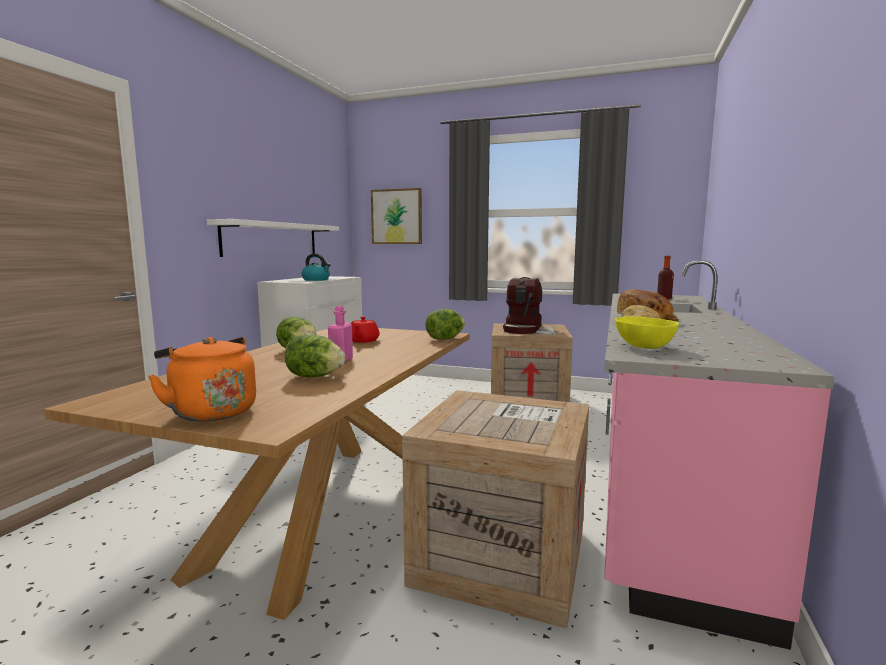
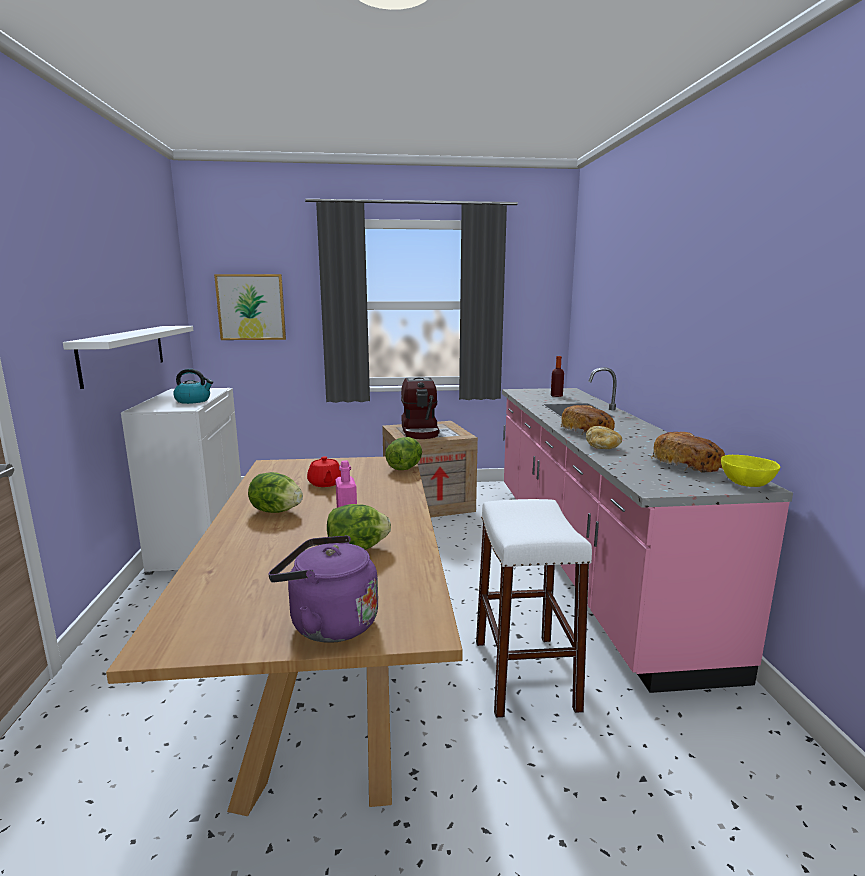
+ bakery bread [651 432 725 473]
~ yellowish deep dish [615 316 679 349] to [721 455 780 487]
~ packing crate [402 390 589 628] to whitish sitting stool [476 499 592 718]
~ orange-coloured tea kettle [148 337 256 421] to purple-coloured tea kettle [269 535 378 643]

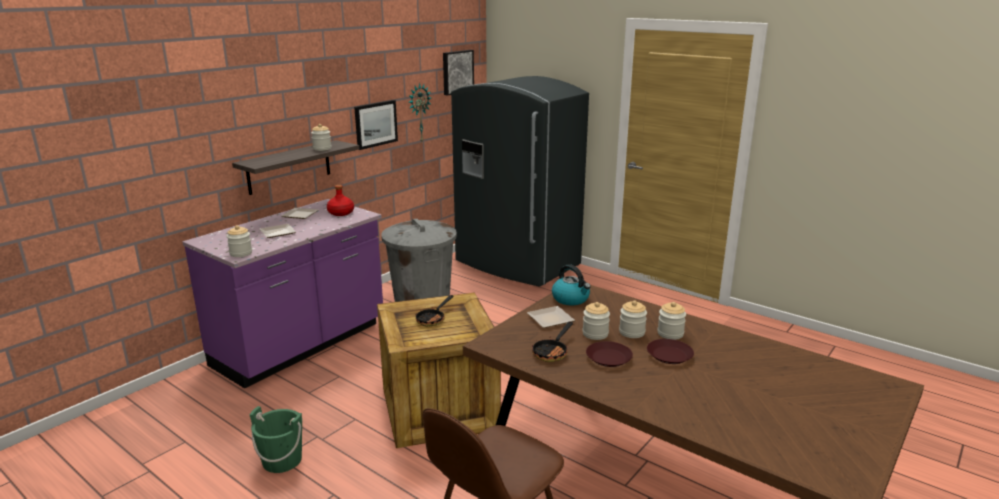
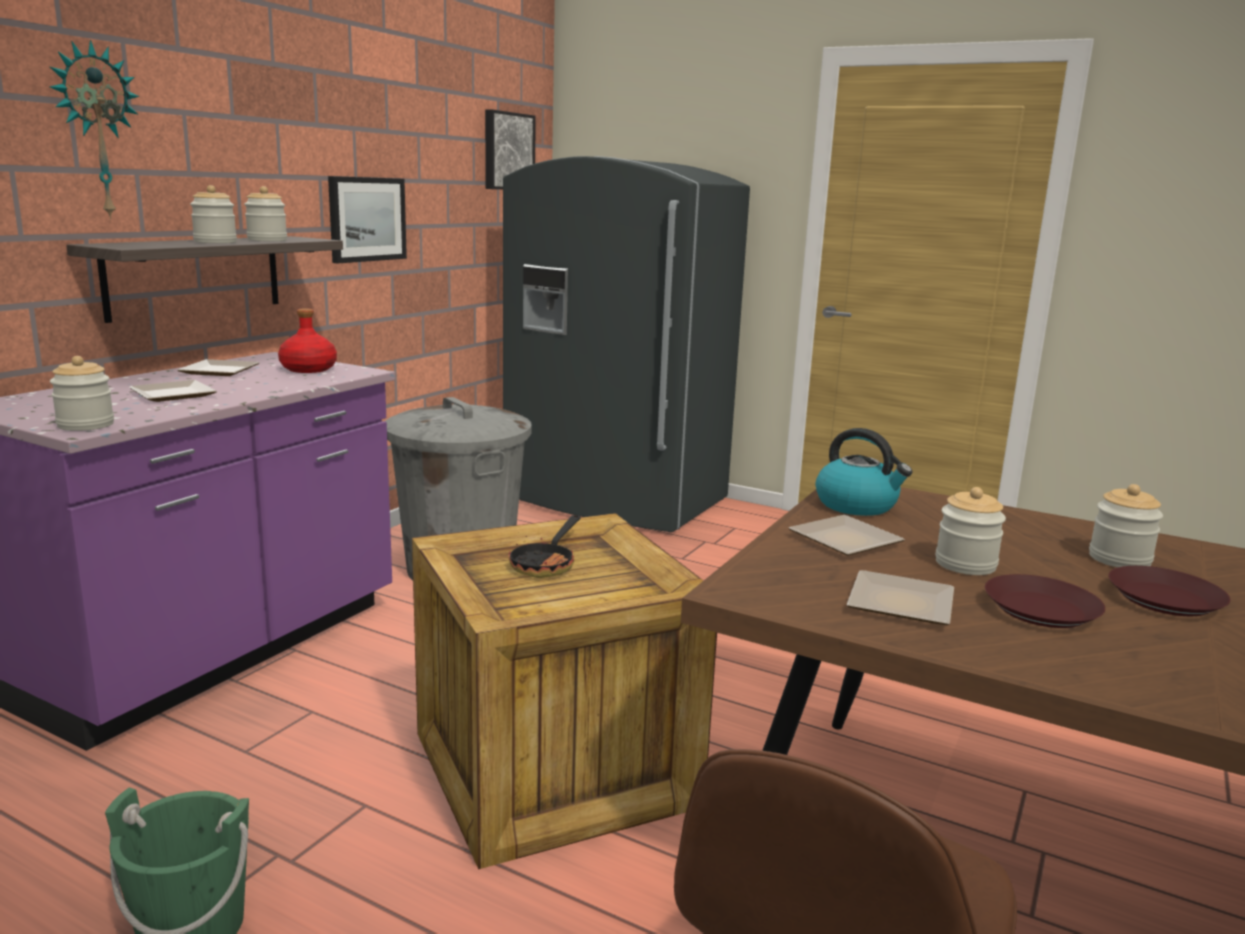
~ wall clock [409 83 431 142] to [49 40 139 219]
~ jar [619 300 647 338] to [190 185 237 243]
~ skillet [532 322 573 362] to dinner plate [846 570 954 625]

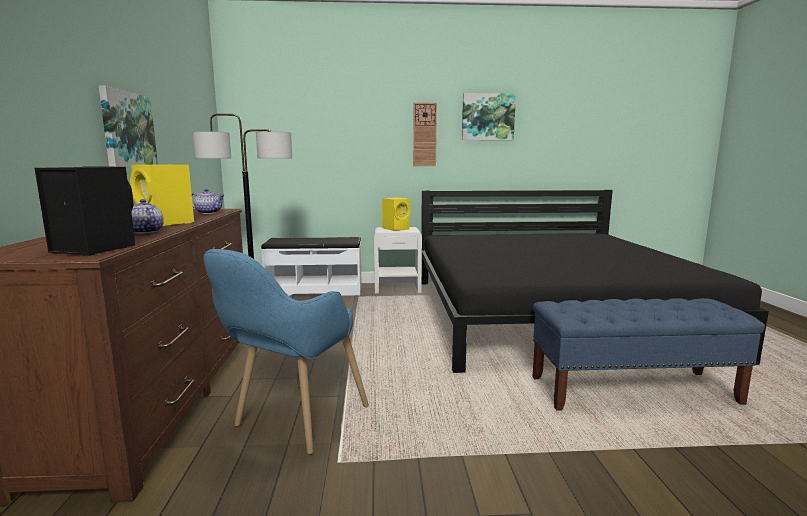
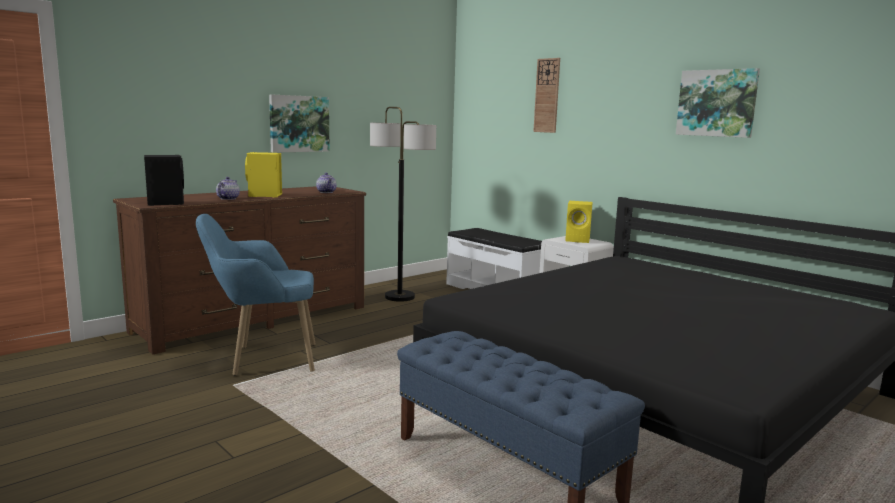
~ wall clock [413 103 437 166] to [533 58 560 133]

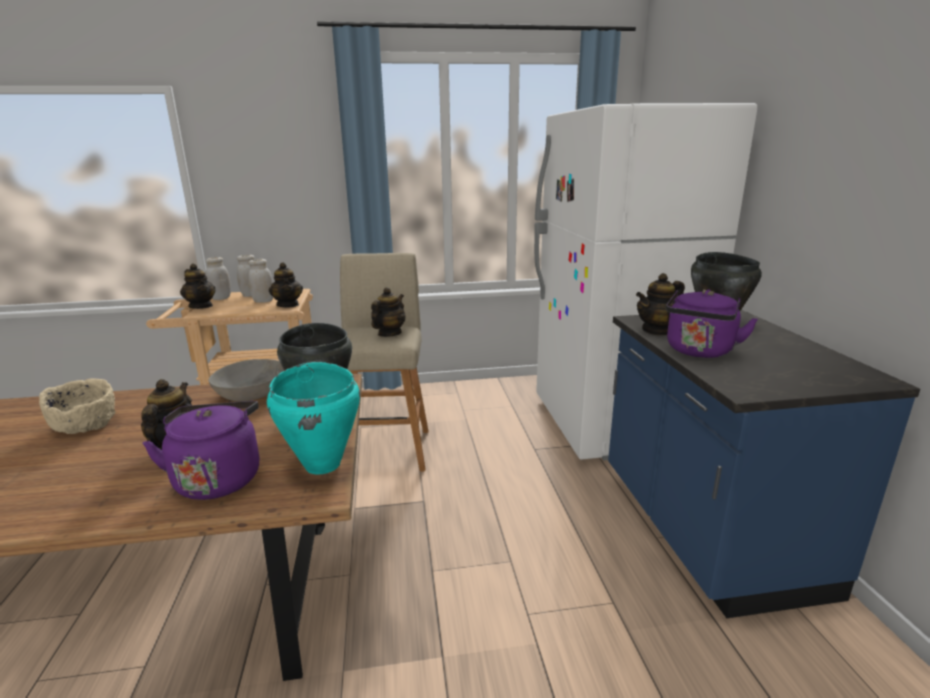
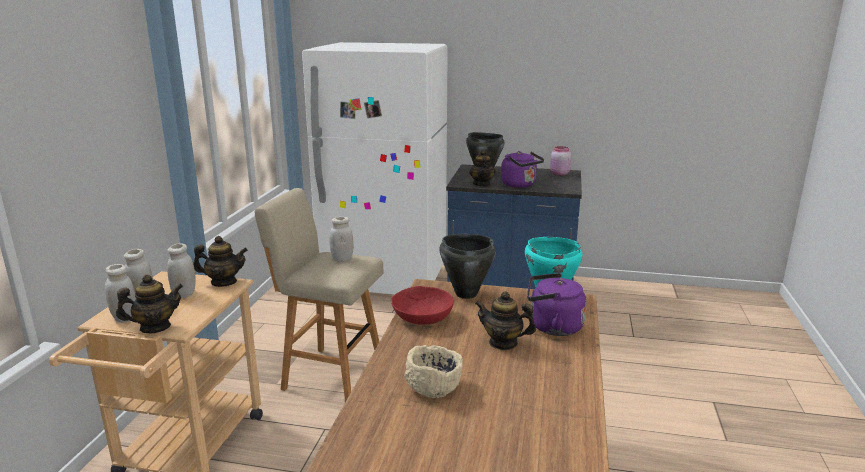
+ pinkish jar [550 146 571 175]
~ tea pot [371 287 405 337] to whitish jar [329 217 354 262]
~ grey deep dish [209 359 284 401] to red deep dish [391 286 454 325]

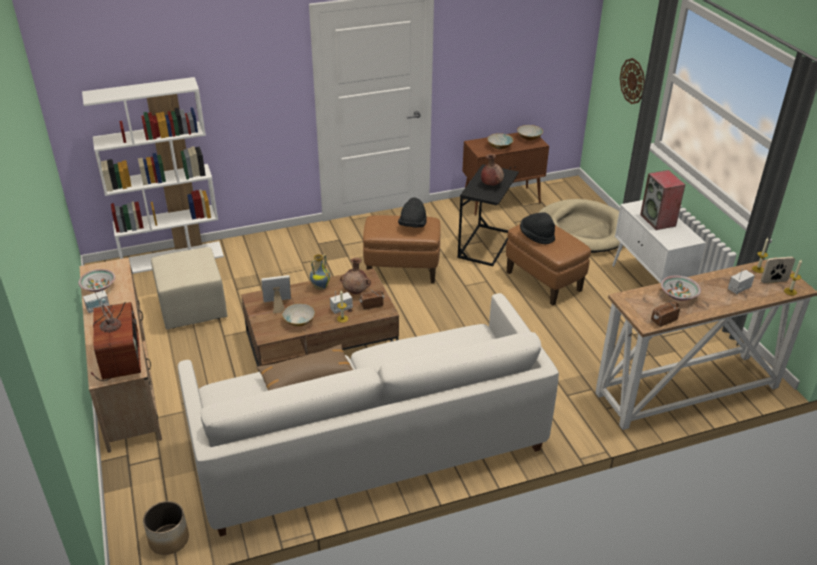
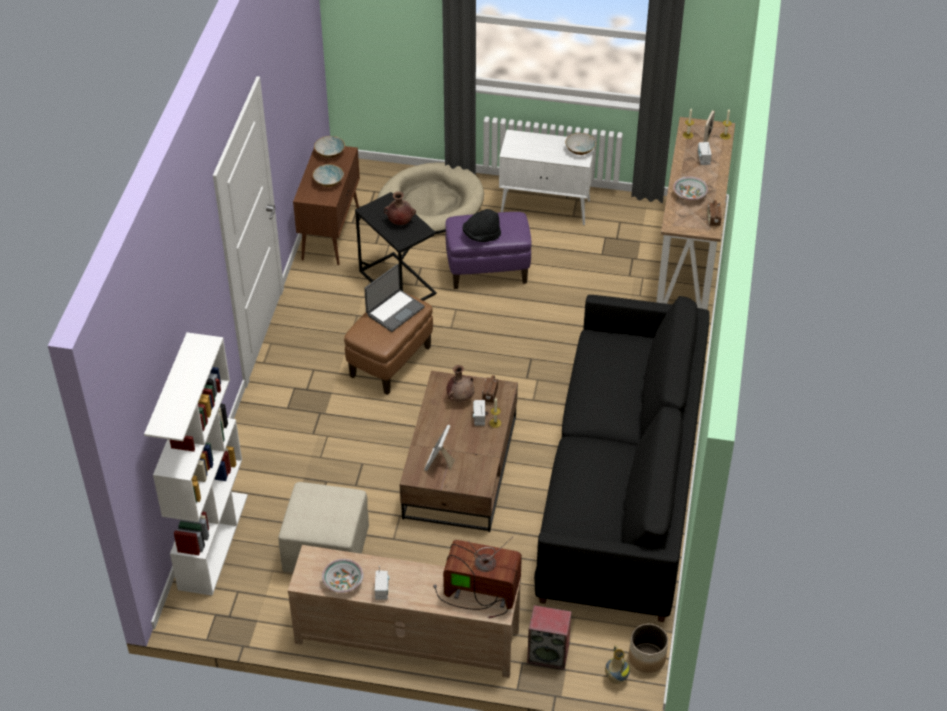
- brownish cushion [256 344 353 391]
- wall clock [620 58 645 104]
~ deep dish [282 303 315 327] to [565 133 596 155]
~ vase [309 254 330 290] to [605 645 630 684]
~ loudspeaker [640 170 685 230] to [527 605 572 670]
~ black-coloured wearable hat [398 198 427 228] to notebook computer [364 264 425 332]
~ whitish couch [178 293 559 536] to black-coloured couch [534 295 710 622]
~ brownish ottoman [506 224 591 305] to purple-coloured ottoman [445 212 532 289]

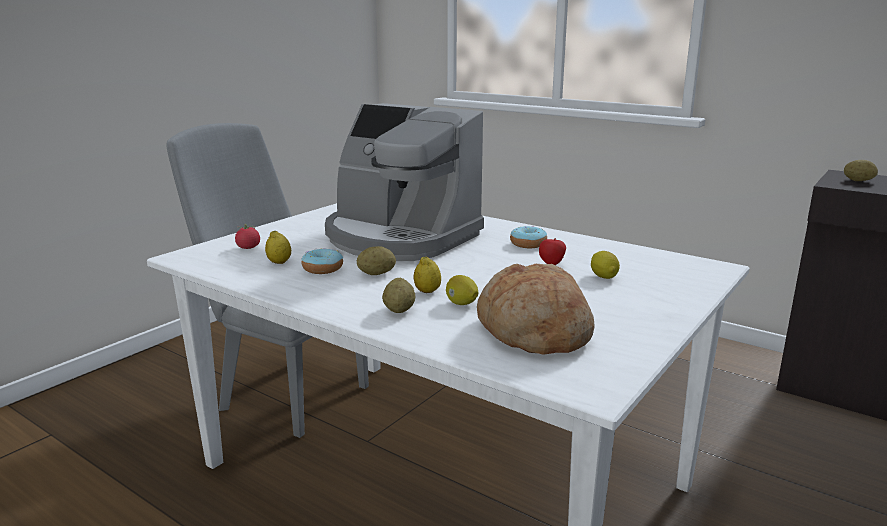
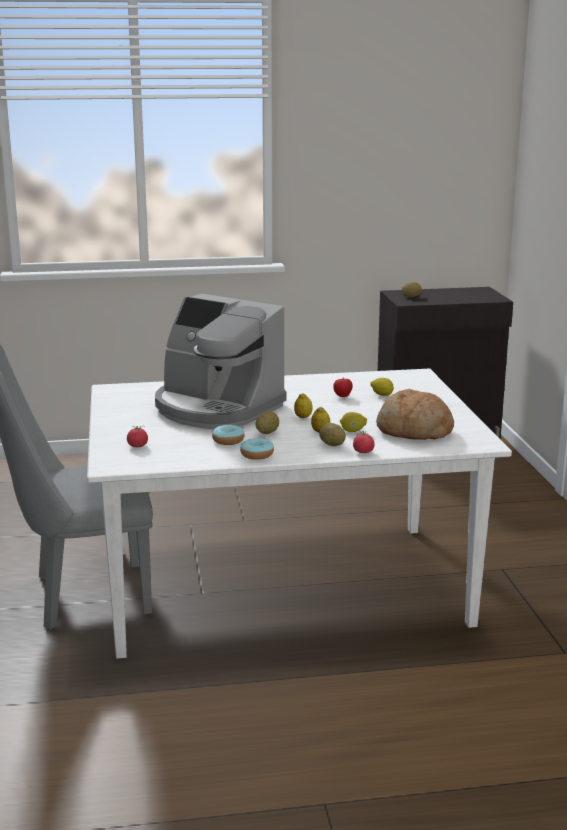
+ fresh tomato [353 430 375 453]
~ citrus fruit [265 231 291 264] to [294 393 313 418]
~ doughnut [510 226 547 248] to [240 438 274 460]
~ coffee maker [325 103 484 261] = [155 294 286 429] 45 degrees clockwise

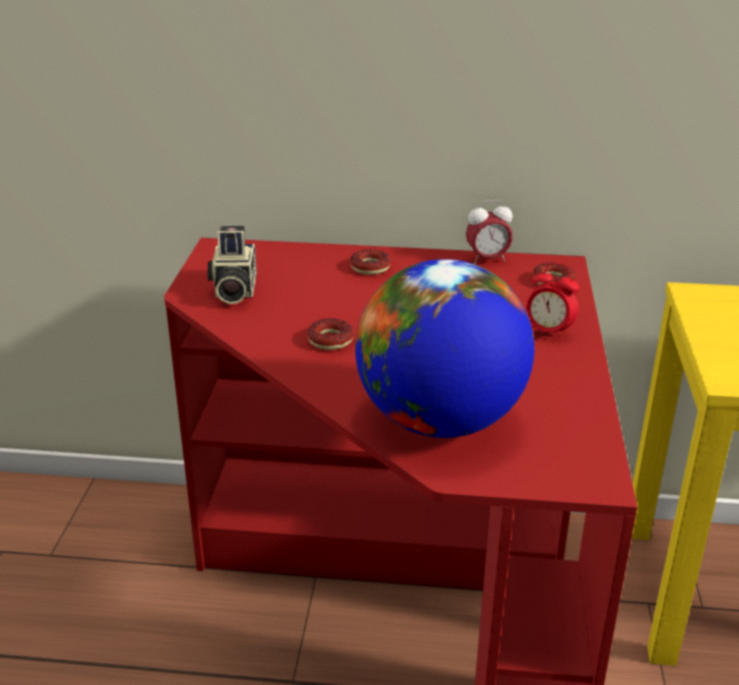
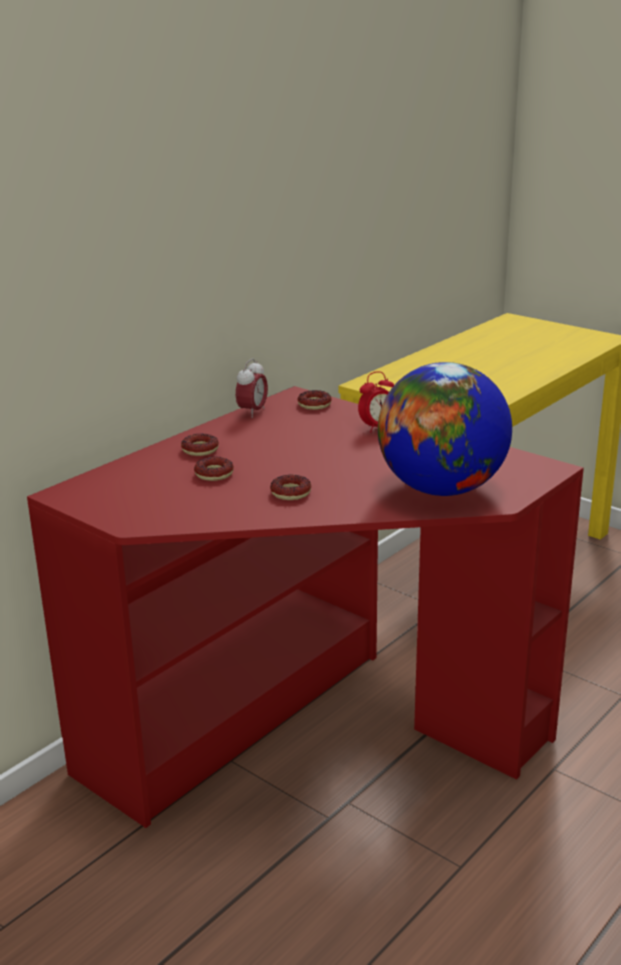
- still camera [207 226 256 304]
+ doughnut [194 457 234 481]

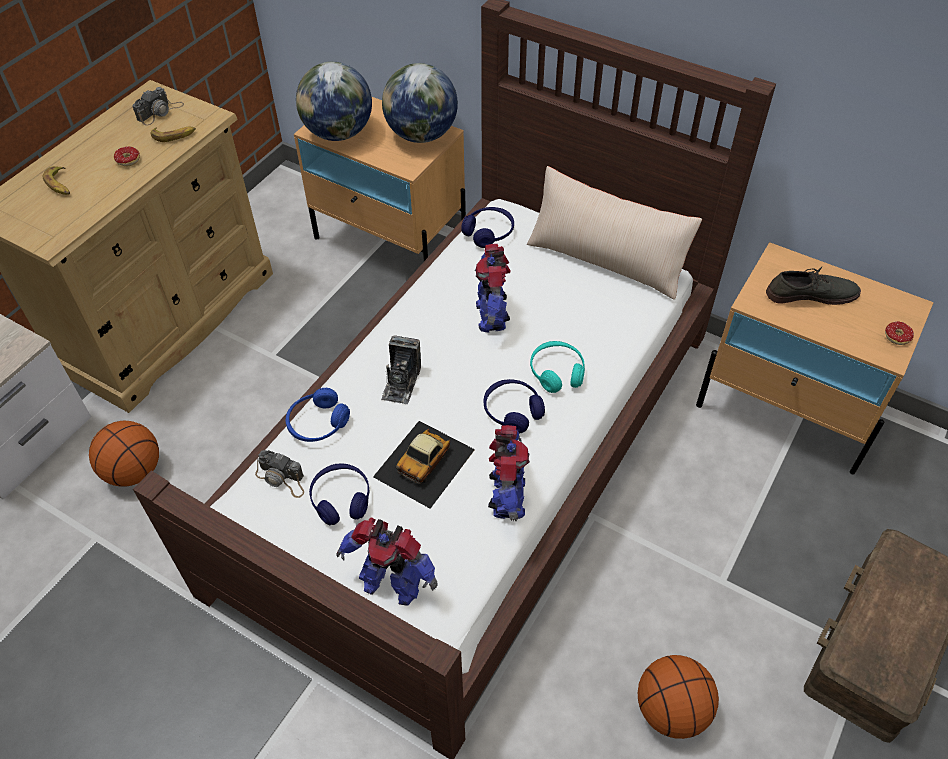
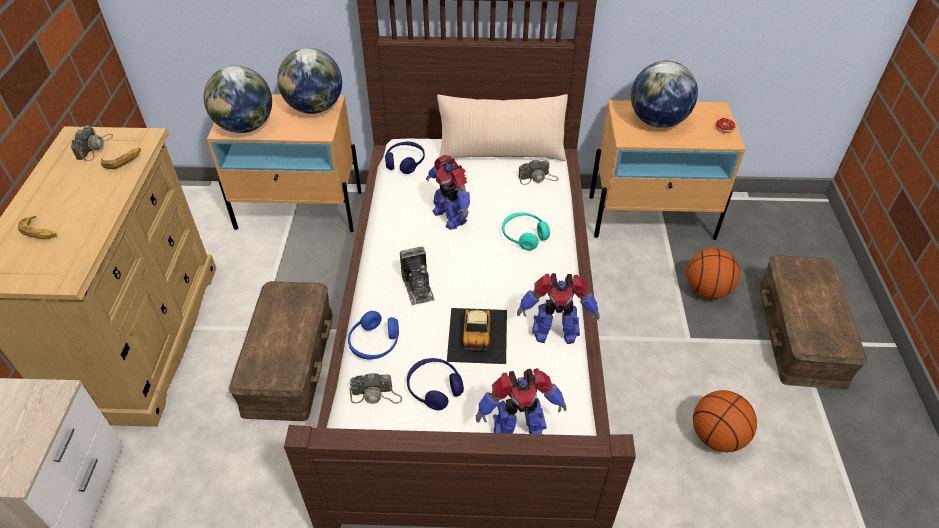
- doughnut [114 146 140 166]
- blue pair of headphones [484 379 545 434]
+ brownish storage bin [229 281 333 421]
+ still camera [518 159 558 185]
~ basketball [89 421 159 487] to [686 248 740 299]
~ grey low shoe [766 266 861 305] to desk globe [631 61 698 128]
~ toy robot [488 425 530 521] = [517 273 600 344] 120 degrees clockwise

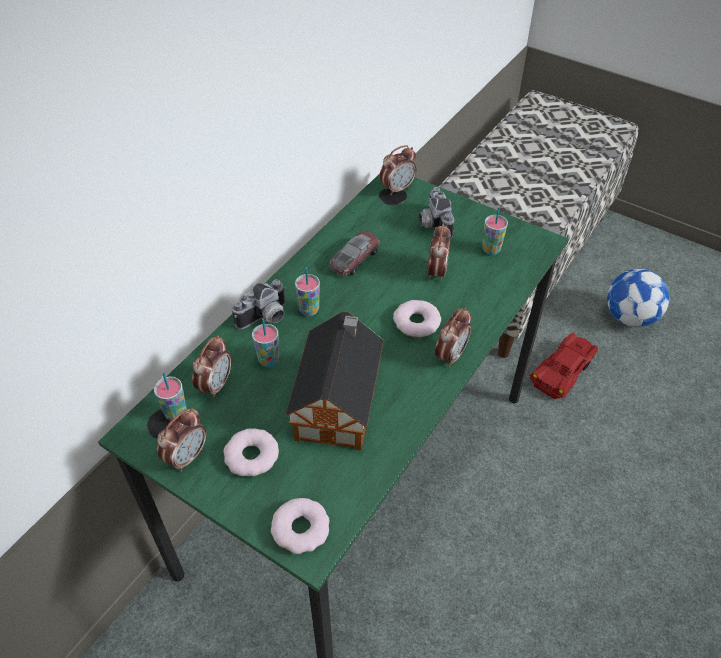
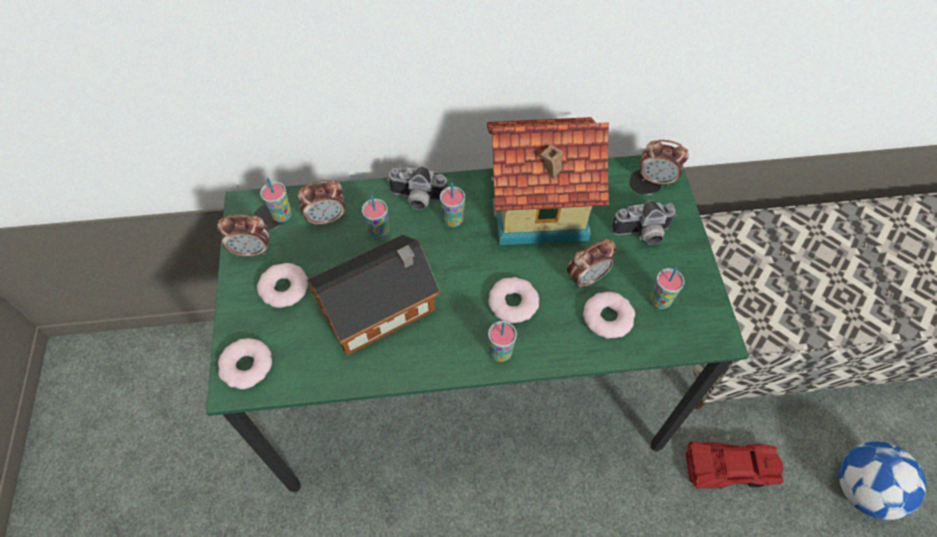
+ doughnut [583 292 635 339]
~ model car [329 231 379 276] to model house [487 117 609 245]
~ alarm clock [435 307 471 368] to small cup [488 321 517 362]
~ still camera [418 187 454 239] = [611 200 677 245] 135 degrees counterclockwise

